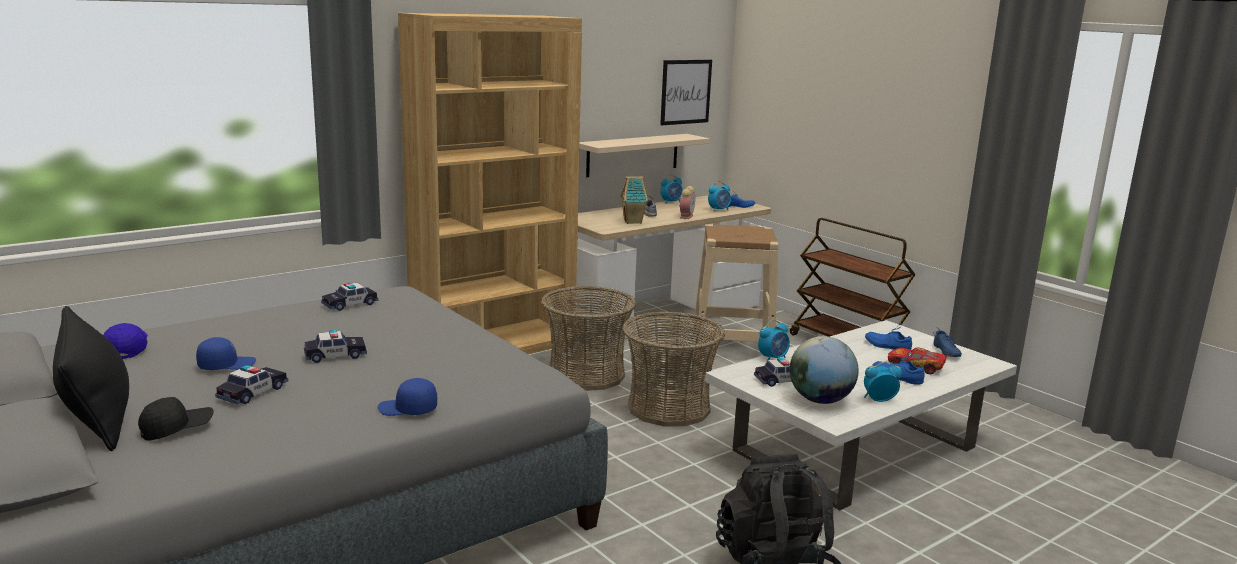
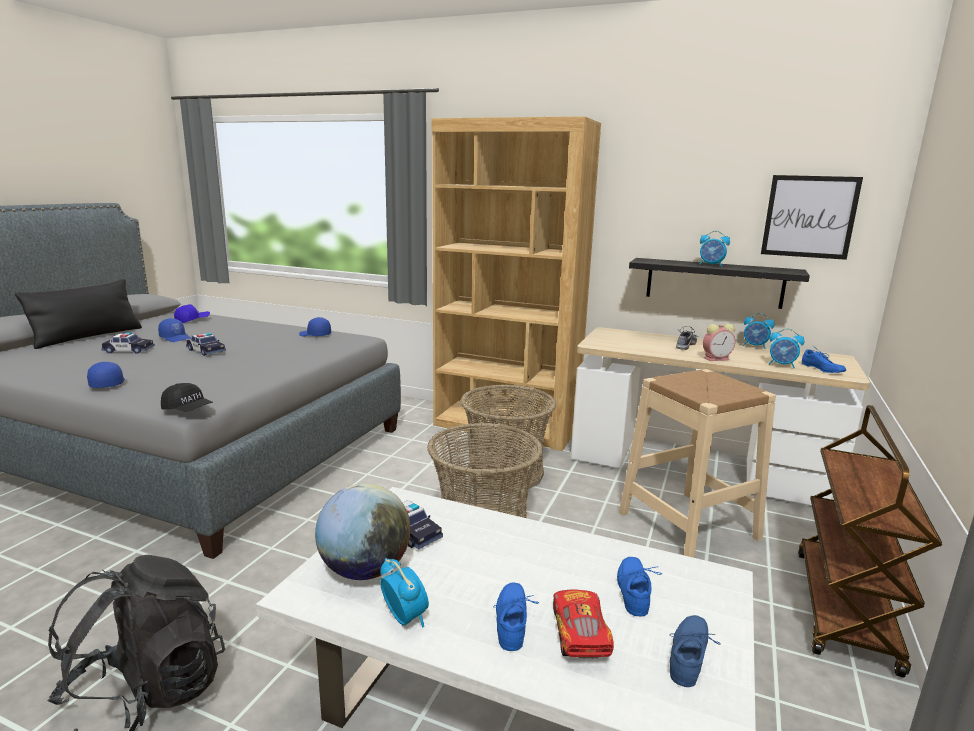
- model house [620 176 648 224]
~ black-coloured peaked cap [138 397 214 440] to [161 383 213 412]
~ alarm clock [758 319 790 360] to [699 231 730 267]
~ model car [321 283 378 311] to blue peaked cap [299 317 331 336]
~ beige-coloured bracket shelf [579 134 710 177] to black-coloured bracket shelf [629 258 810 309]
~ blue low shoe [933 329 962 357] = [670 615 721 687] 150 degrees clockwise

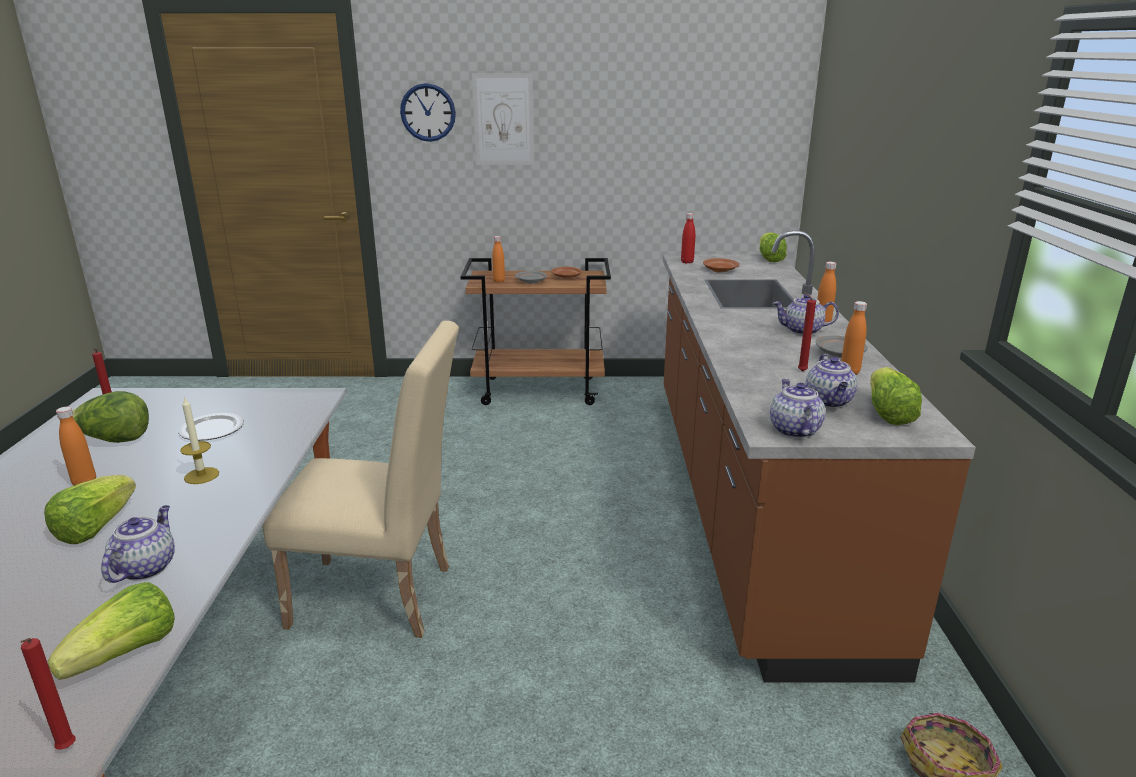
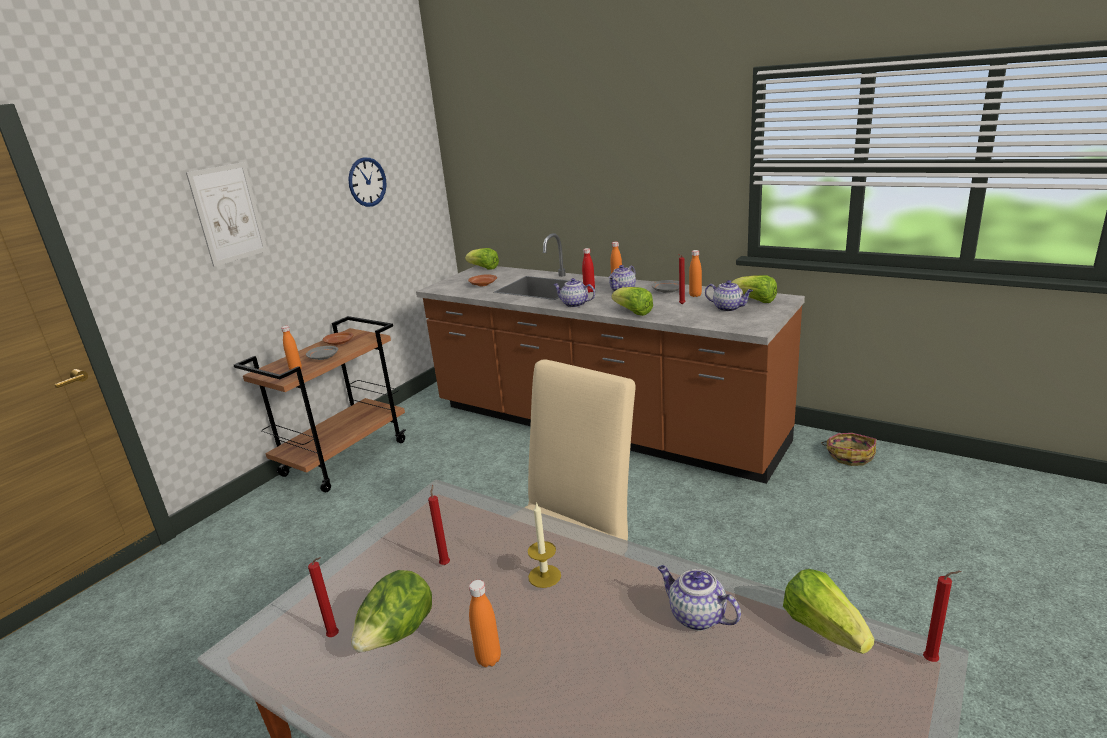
~ head of lettuce [44 475 136 544] to [612 287 653 316]
~ wall clock [400 83 456 142] to [348 157 387 207]
~ red bottle [681 213 695 264] to [582 248 595 292]
~ tea pot [770 379 825 438] to [553 278 595 308]
~ dinner plate [179 413 244 441] to red wax candle [428 485 450 565]

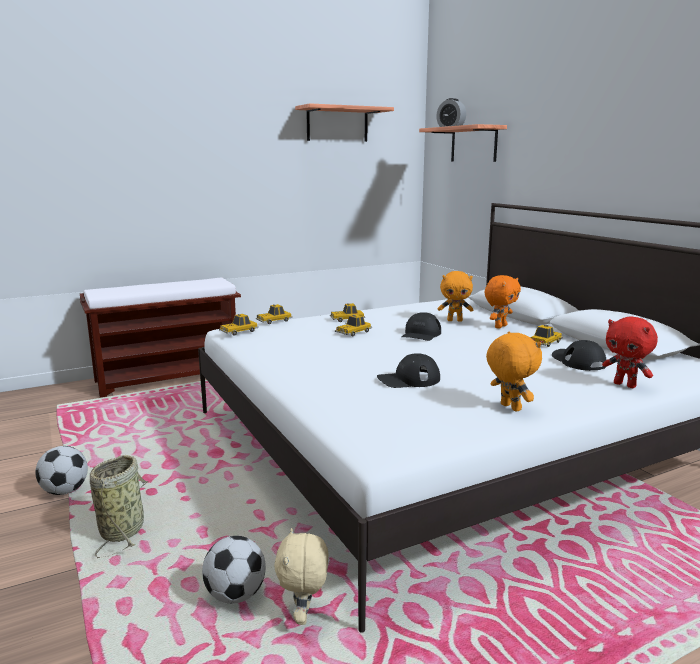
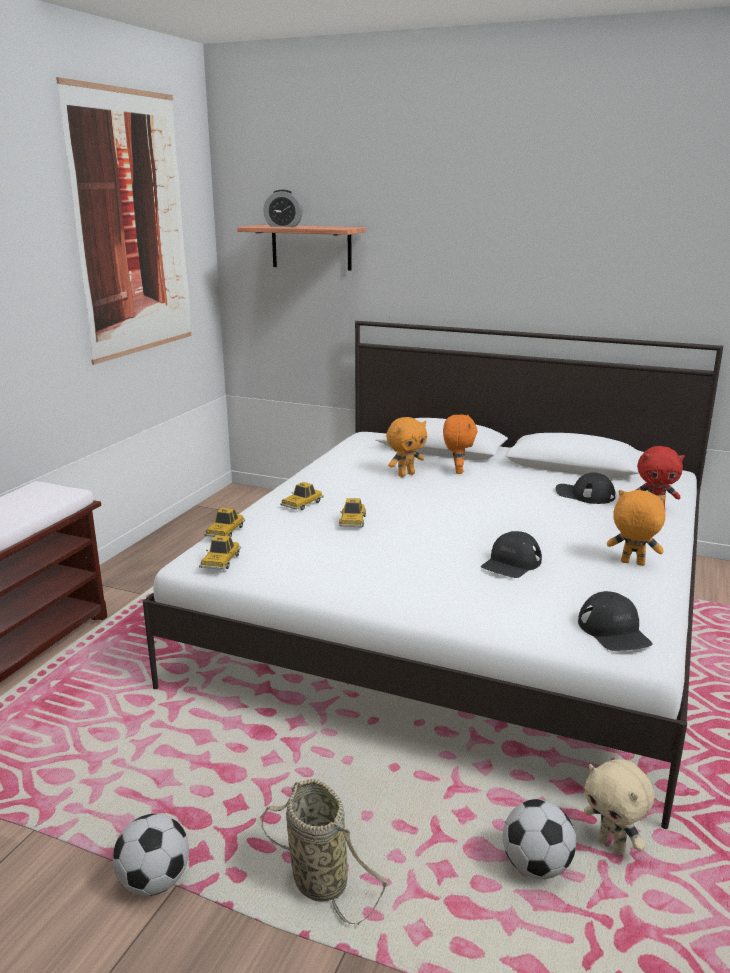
- model car [530 324 563 347]
~ black-coloured peaked cap [401 312 441 341] to [578 591 653 651]
~ bracket shelf [295 103 394 142] to wall art [56 77 192 365]

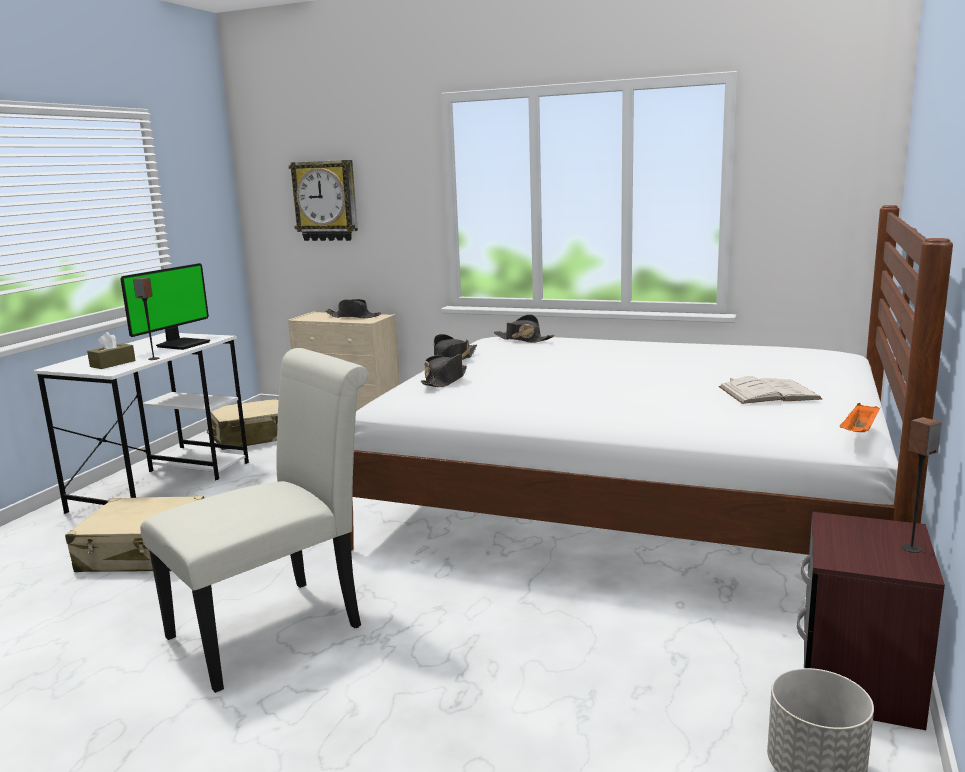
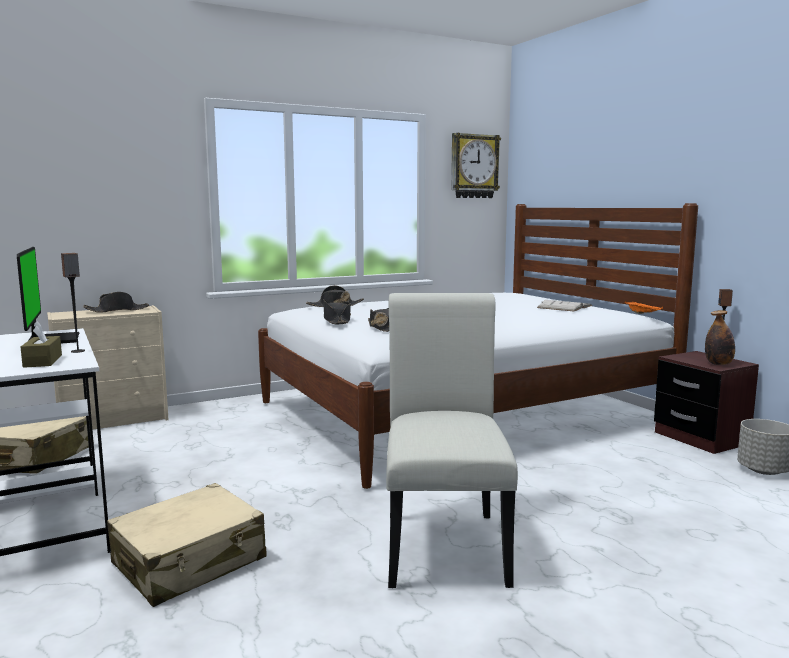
+ bottle [705 310 735 365]
~ wall clock [289 160 358 241] to [451 133 501 198]

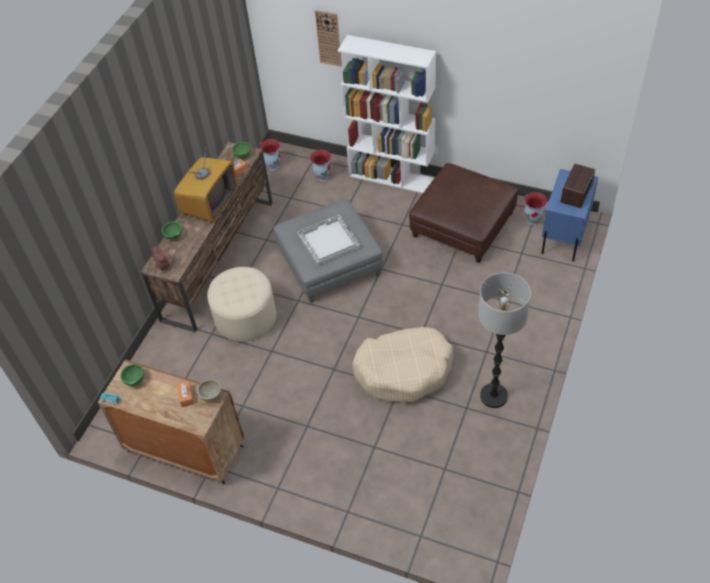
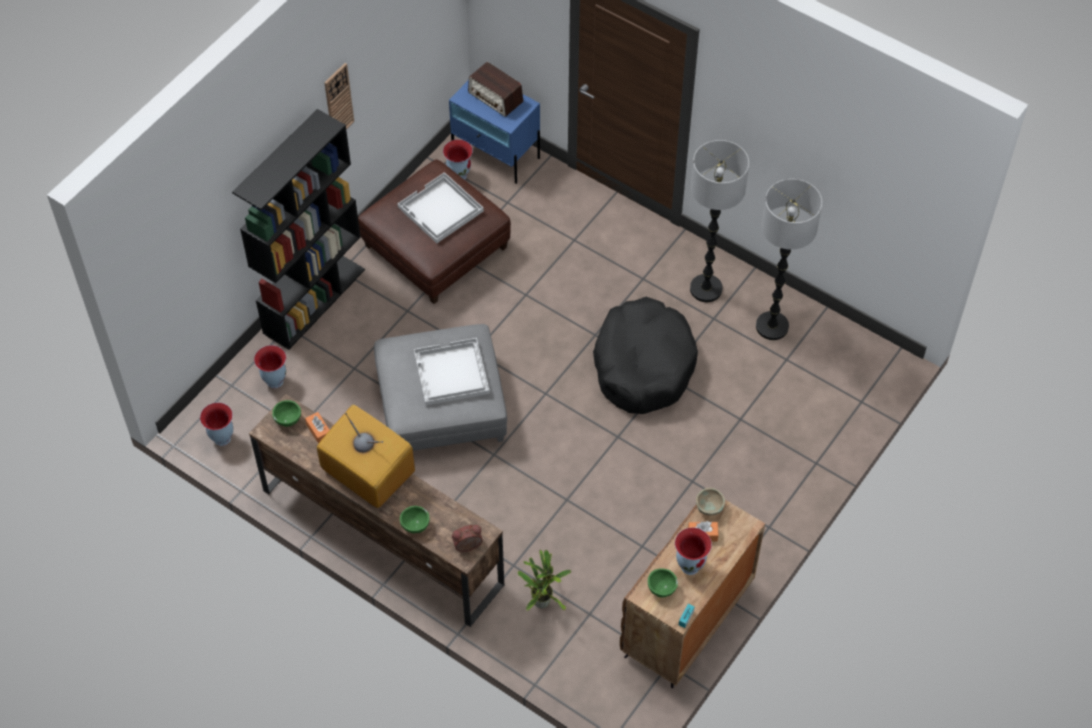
- beige-coloured ottoman [207 267 276 342]
+ whitish carrying tray [397 172 484 243]
+ potted plant [518 550 571 611]
+ vase [675 528 712 575]
+ standing lamp [756 179 822 340]
~ wall clock [315 10 342 67] to [324 63 354 129]
~ whitish bookcase [338 35 436 193] to black-coloured bookcase [232 109 365 350]
~ beige-coloured dog cushion [352 327 453 402] to black-coloured dog cushion [593 297 698 414]

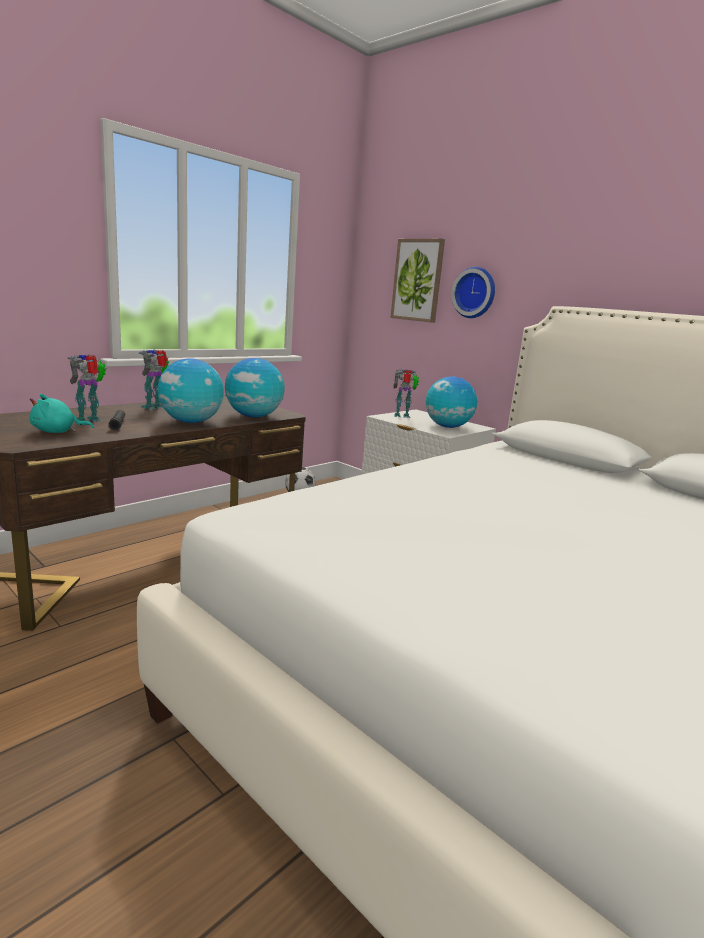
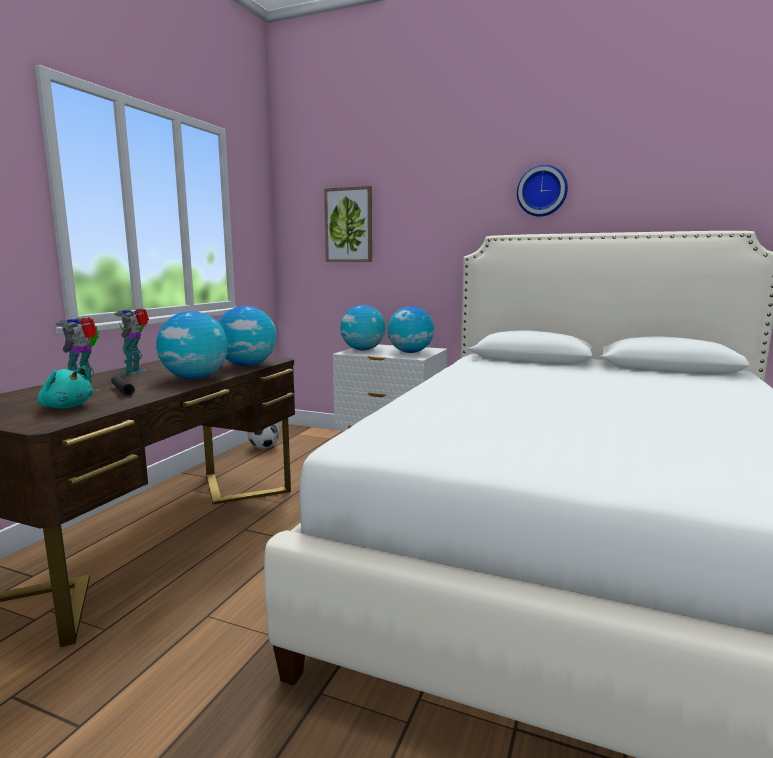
~ wall clock [451 267 495 318] to [517 165 568 217]
~ toy robot [393 369 419 418] to desk globe [340 305 385 350]
~ turquoise-coloured cuddly toy [29 394 93 433] = [38 366 93 409] 105 degrees counterclockwise

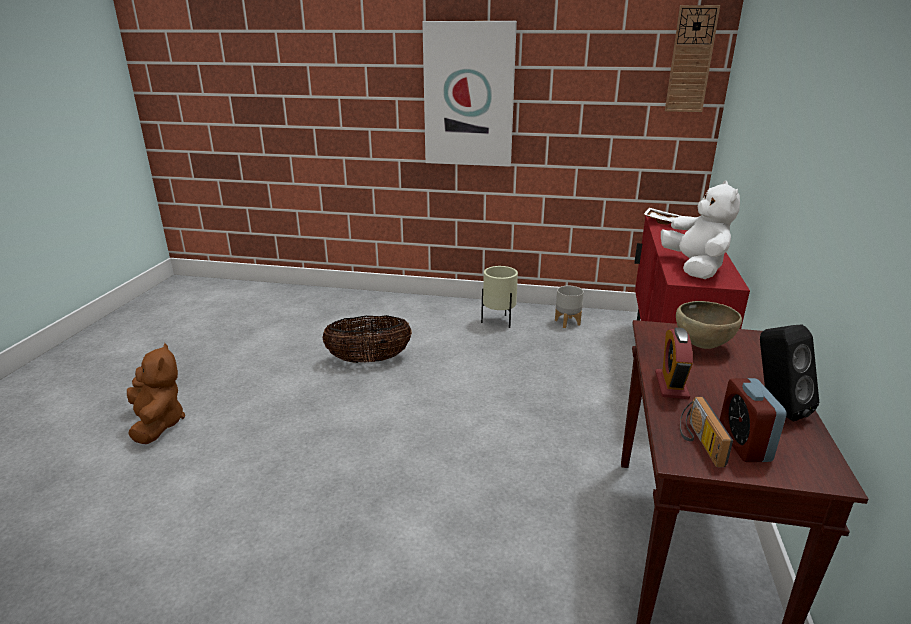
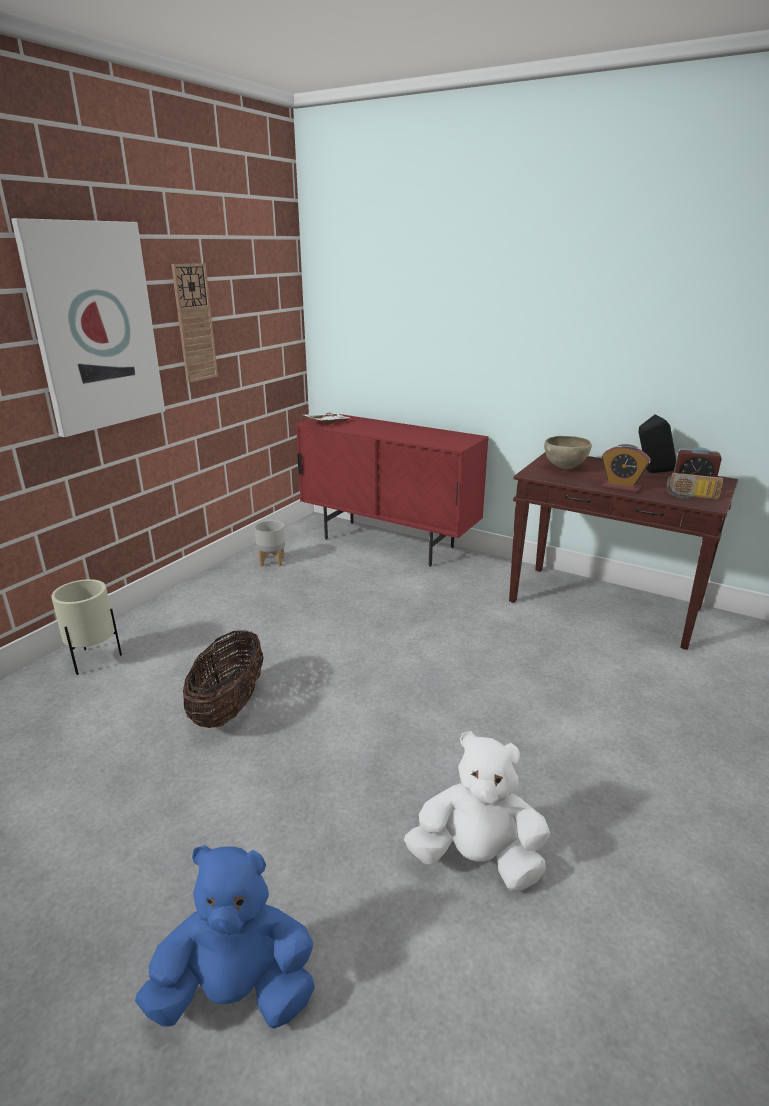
~ beige-coloured plant pot [481 266 518 328] to [51 579 122 675]
~ whitish cuddly toy [661 181 740 279] to [404 731 550 891]
~ wall clock [665 5 720 112] to [171 263 218 383]
~ brownish cuddly toy [127 343 185 444] to blue cuddly toy [135 845 315 1029]

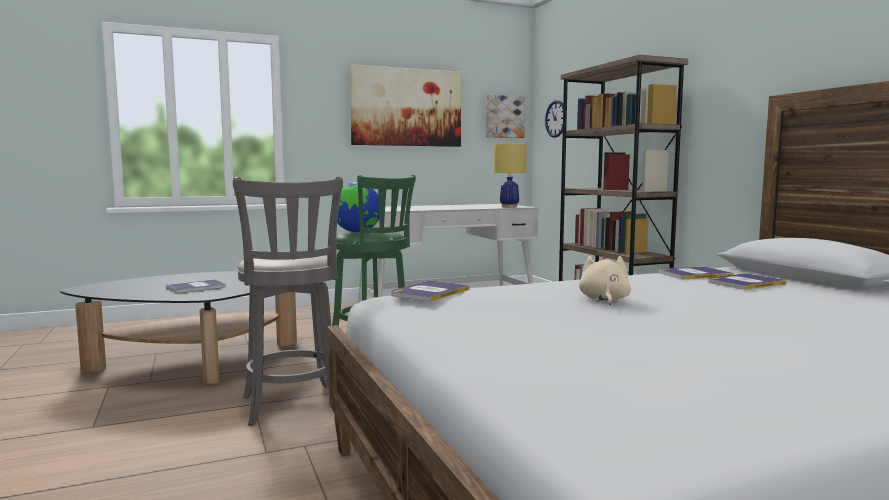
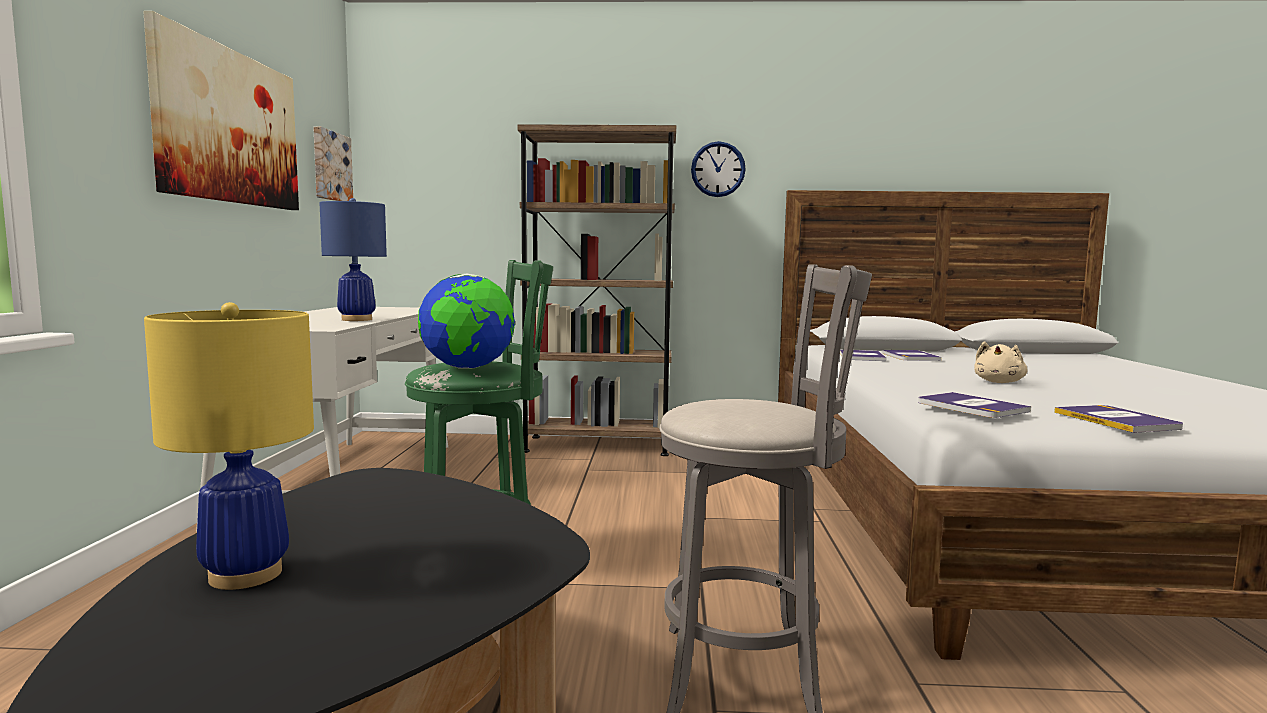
+ blue lamp for a table [319 198 387 321]
~ book [167 279 226 293] to [1054 405 1183 433]
~ yellowish lamp for a table [493 141 527 208] to [144 302 314 590]
~ wall clock [545 100 563 138] to [691 141 746 197]
~ beige-coloured cuddly toy [579 256 631 305] = [974 342 1028 383] 90 degrees counterclockwise

